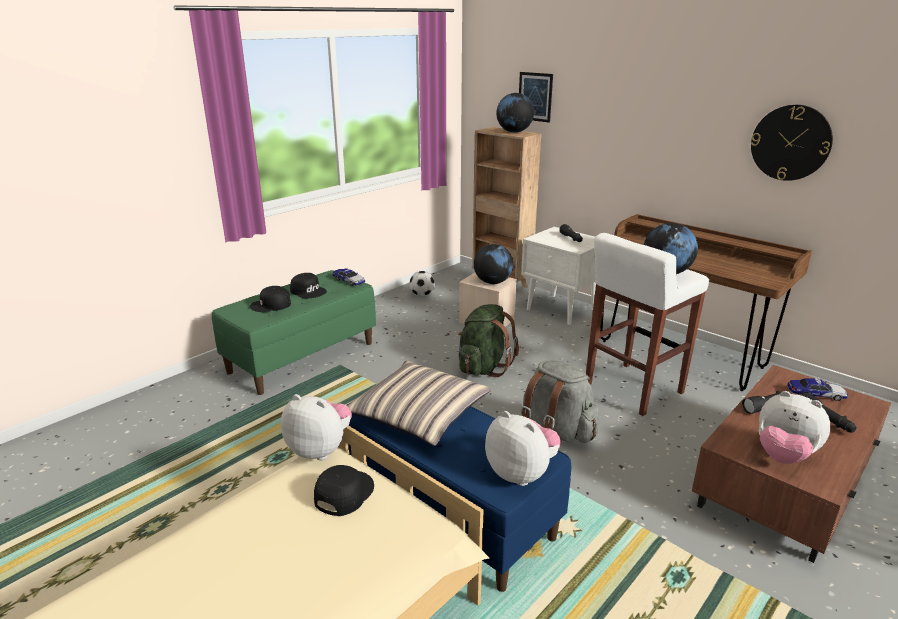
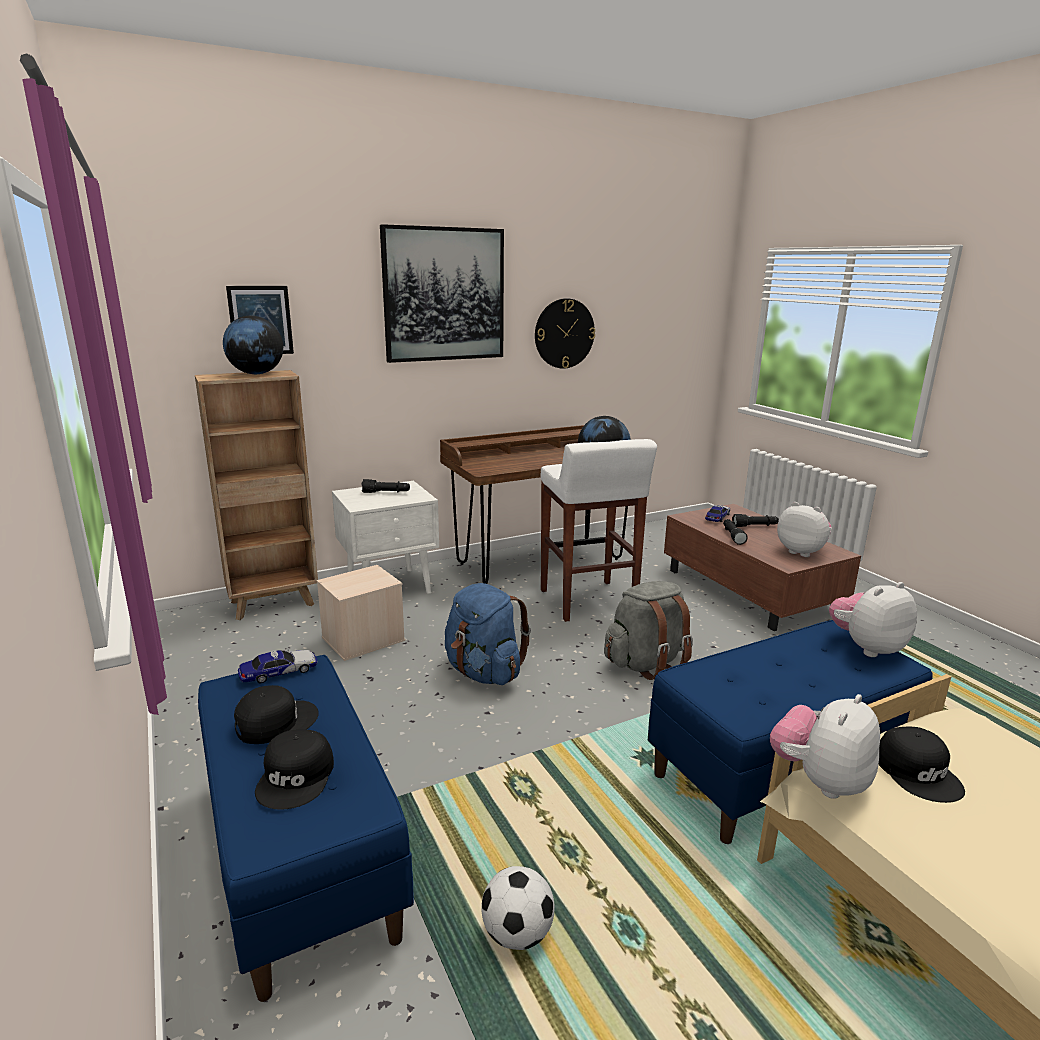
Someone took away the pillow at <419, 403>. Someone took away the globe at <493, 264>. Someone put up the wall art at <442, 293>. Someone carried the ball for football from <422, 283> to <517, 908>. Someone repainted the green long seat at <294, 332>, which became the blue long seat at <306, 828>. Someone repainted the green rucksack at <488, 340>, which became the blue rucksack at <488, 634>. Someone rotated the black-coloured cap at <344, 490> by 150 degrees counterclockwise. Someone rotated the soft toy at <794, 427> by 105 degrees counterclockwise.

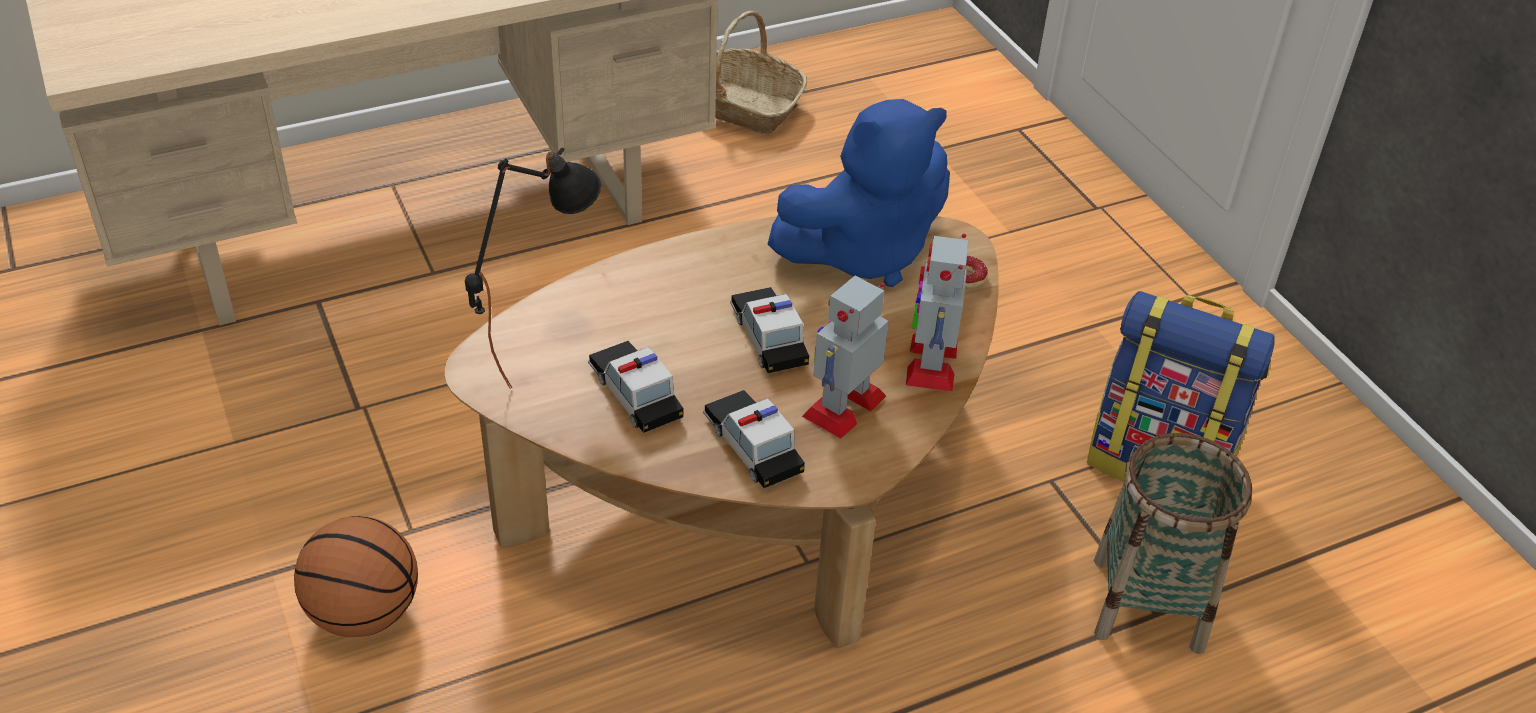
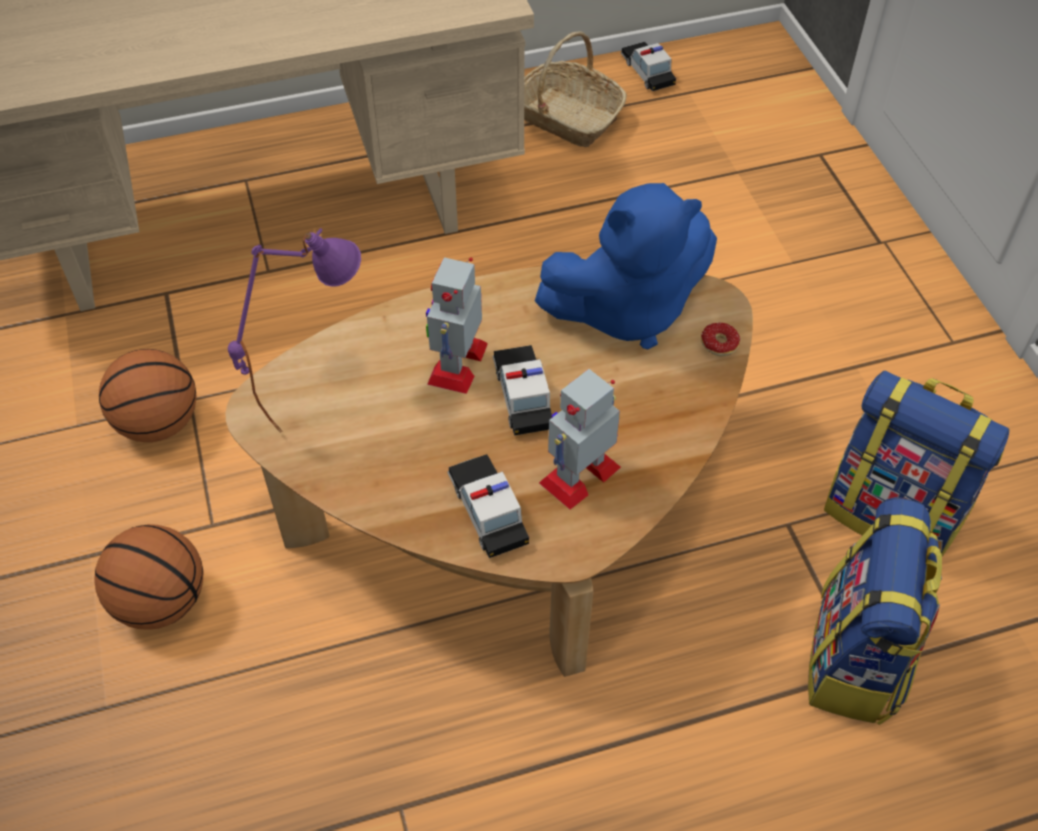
Someone put down the basketball at <148, 395>. Someone carried the miniature car from <635, 387> to <648, 66>. Someone carried the model robot from <937, 313> to <457, 325>. Someone swapped the household basket at <1173, 543> for the rucksack at <875, 611>. Someone repainted the black-coloured table lamp at <533, 268>, which became the purple-coloured table lamp at <294, 330>.

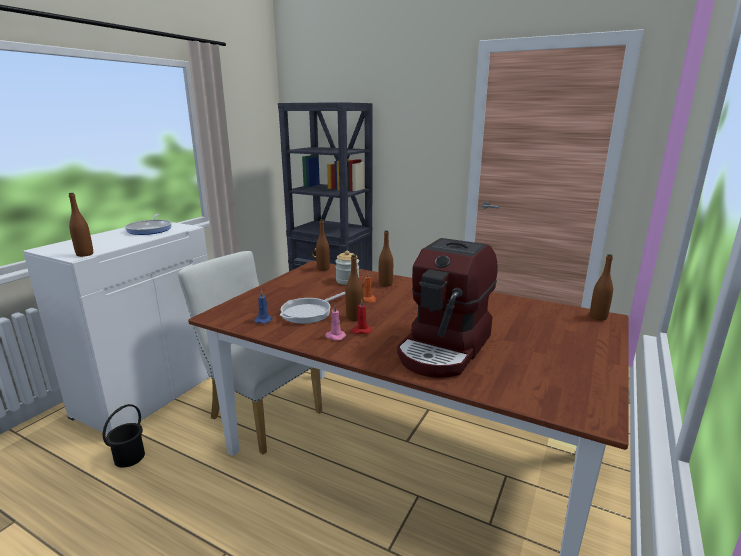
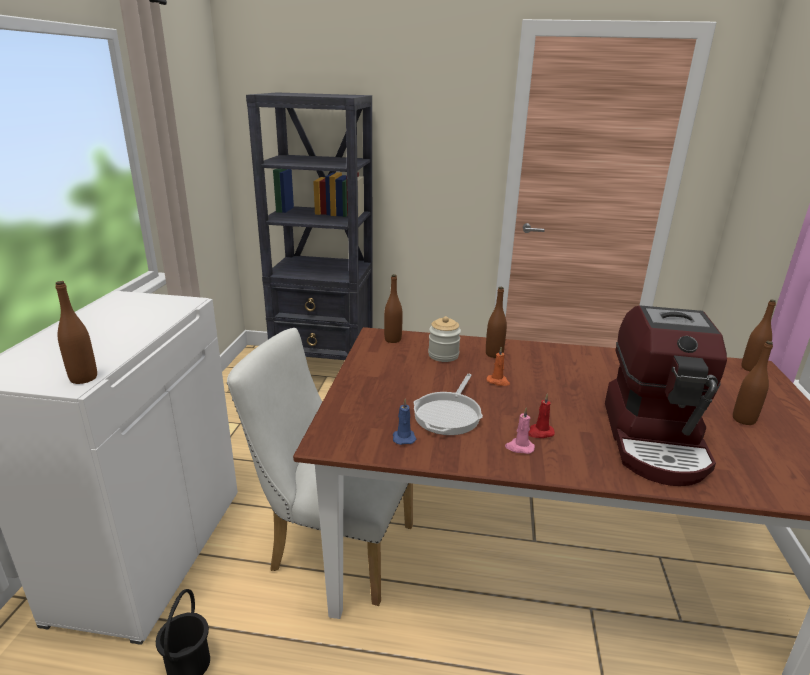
Someone took away the pan at <148, 224>. Someone carried the brown-coloured bottle from <354, 288> to <753, 383>.

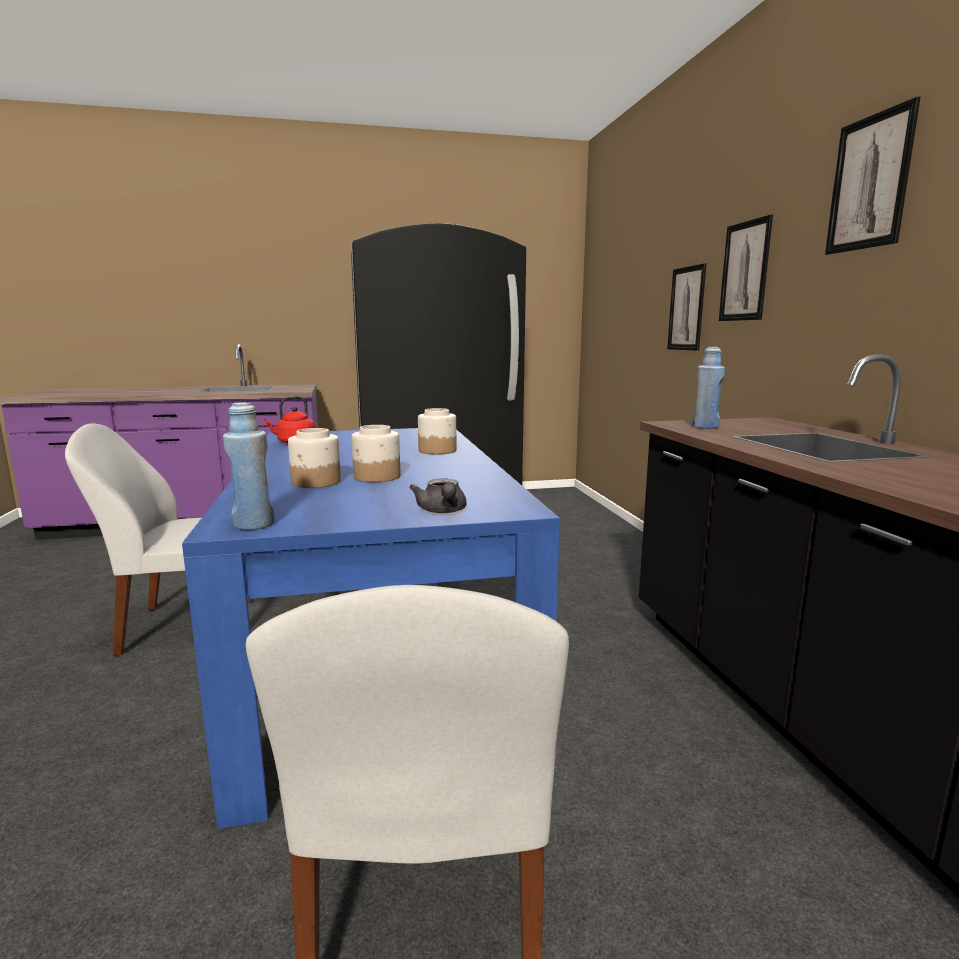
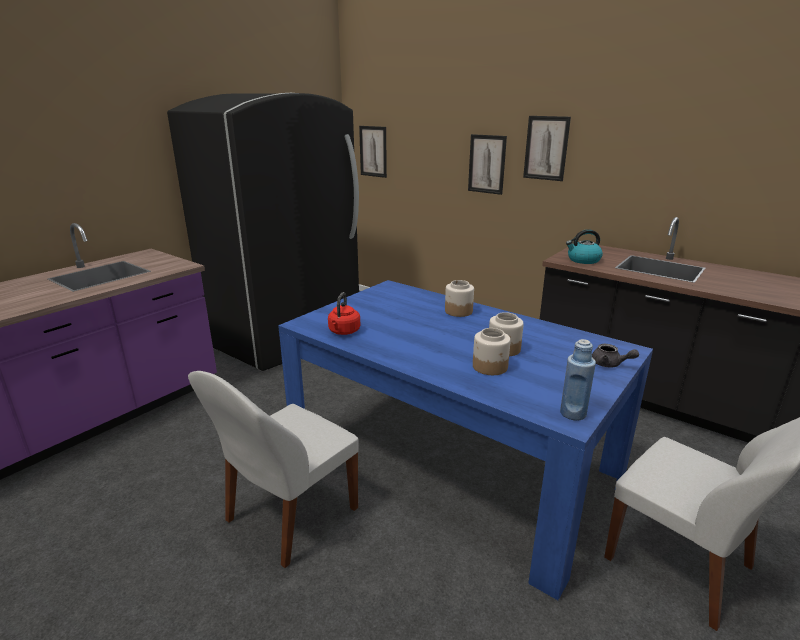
Someone carried the wall art from <872, 175> to <373, 152>. Someone swapped the blue bottle at <708, 388> for the tea kettle at <584, 246>.

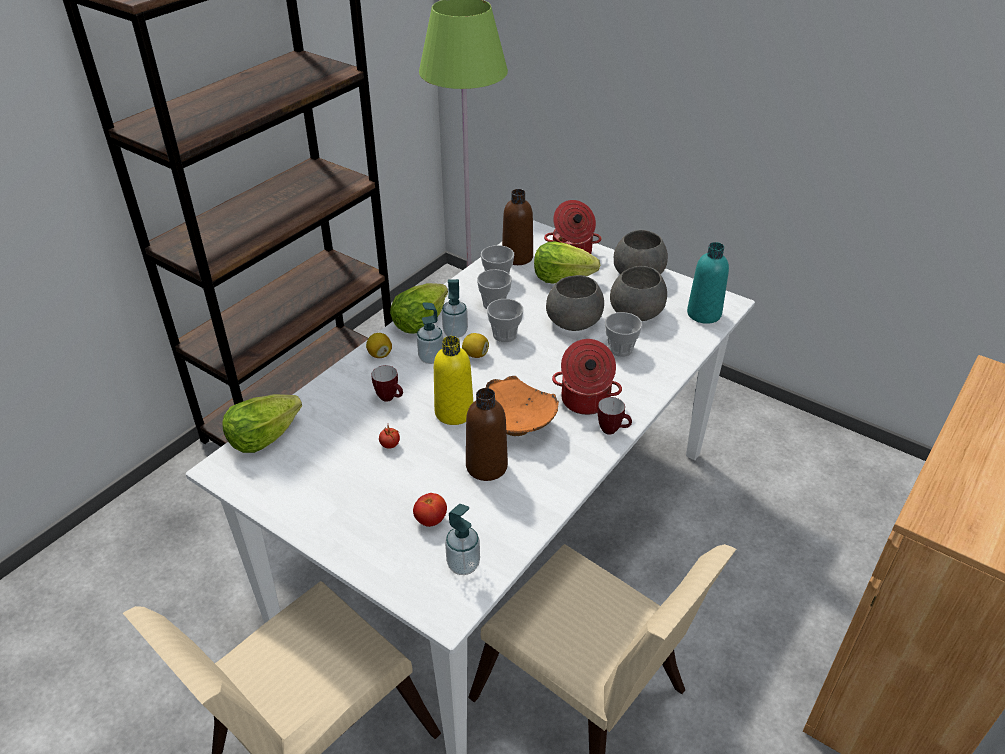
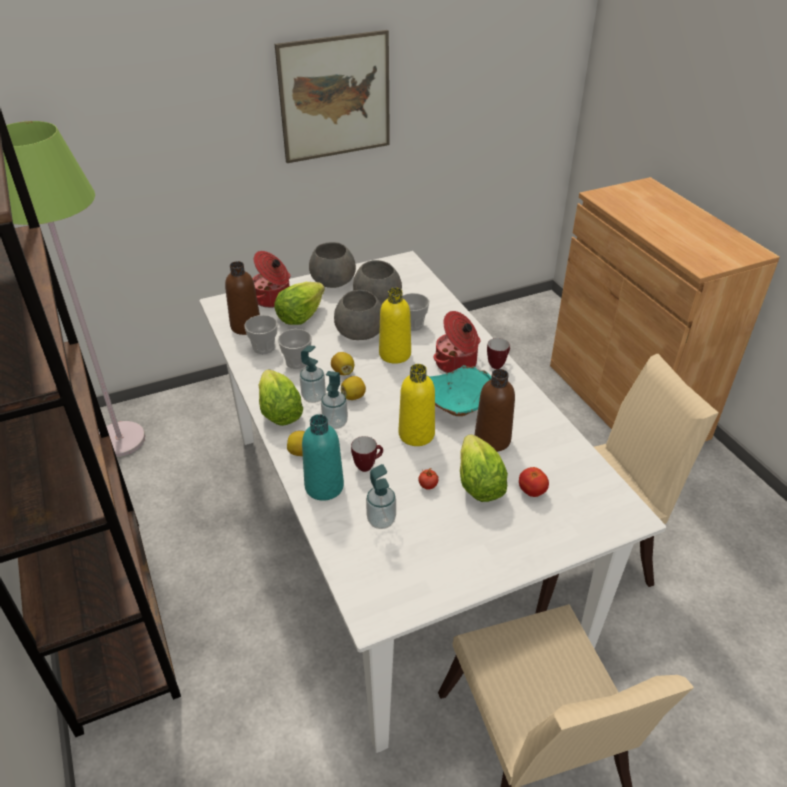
Someone put up the wall art at <332, 96>. Someone put down the yellowish bottle at <395, 326>. Someone carried the head of lettuce from <262, 423> to <484, 468>. Someone carried the liquid soap bottle from <462, 539> to <381, 496>. Someone carried the turquoise bottle from <708, 283> to <323, 457>. Someone swapped the small cup at <505, 320> for the lemon at <342, 363>. Someone repainted the orangey serving bowl at <522, 406>, which became the turquoise serving bowl at <460, 390>.

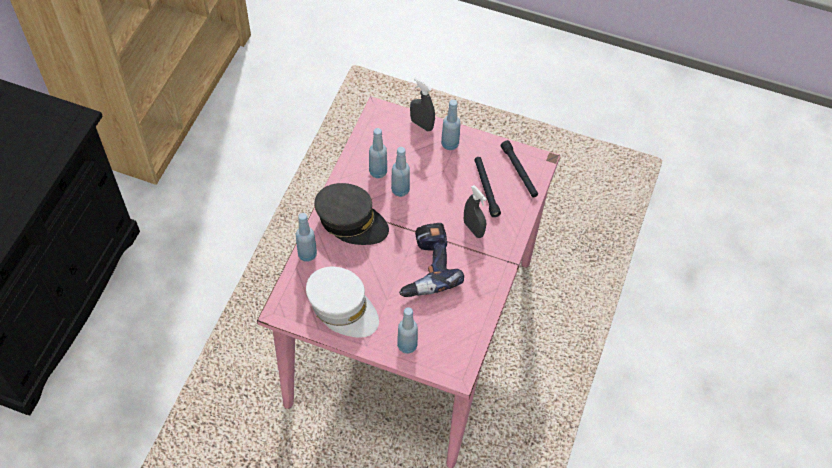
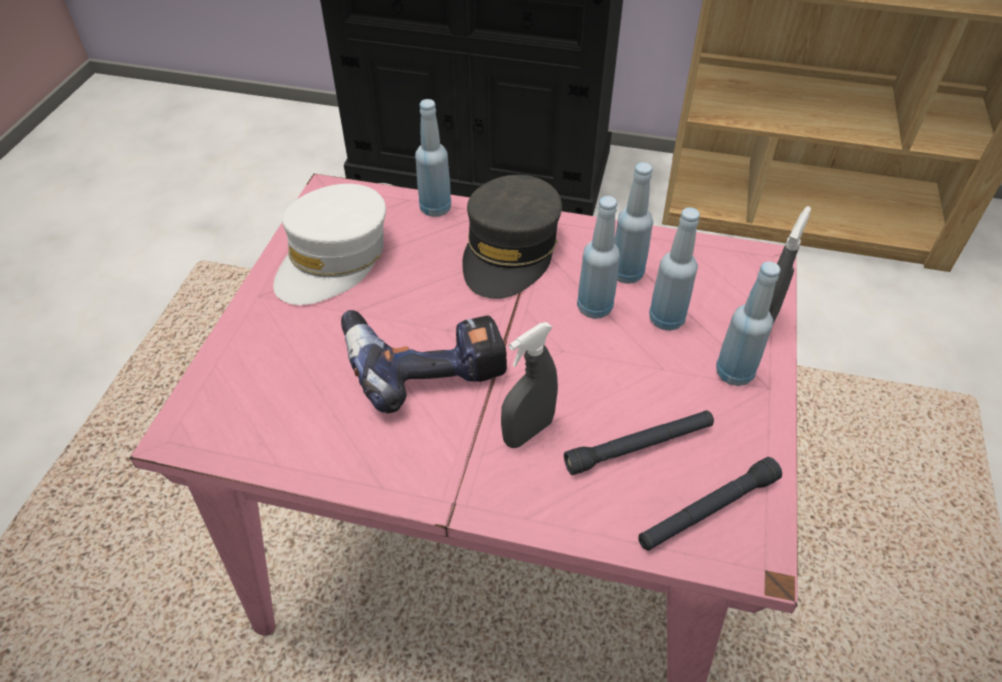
Someone carried the blue bottle from <407, 330> to <674, 269>.

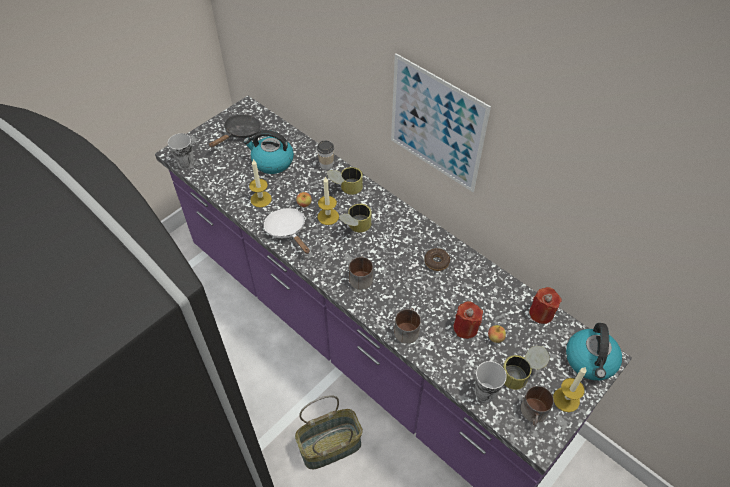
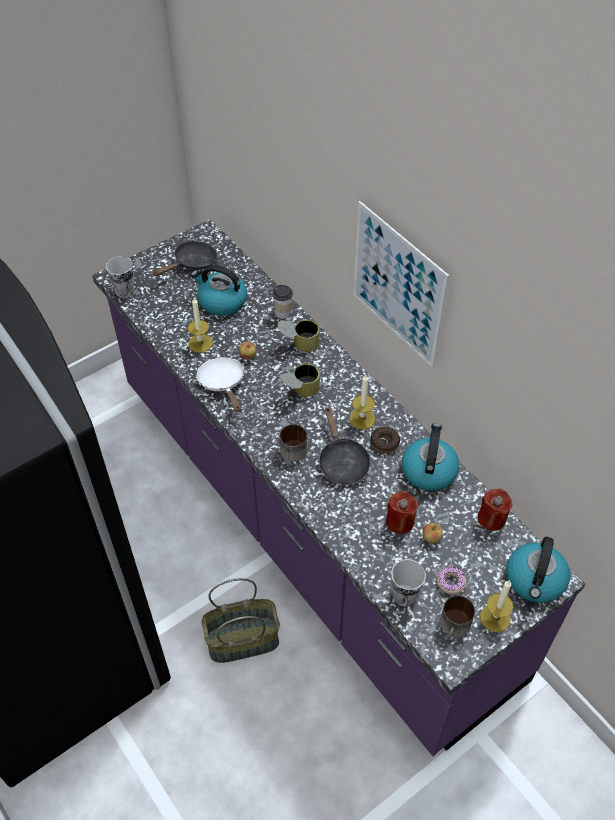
Someone took away the mug at <407, 326>. Someone put down the black-coloured pan at <344, 445>. Someone put down the tea kettle at <430, 457>. Someone carried the wax light from <328, 200> to <362, 402>. Someone swapped the can at <526, 368> for the ring doughnut at <452, 580>.

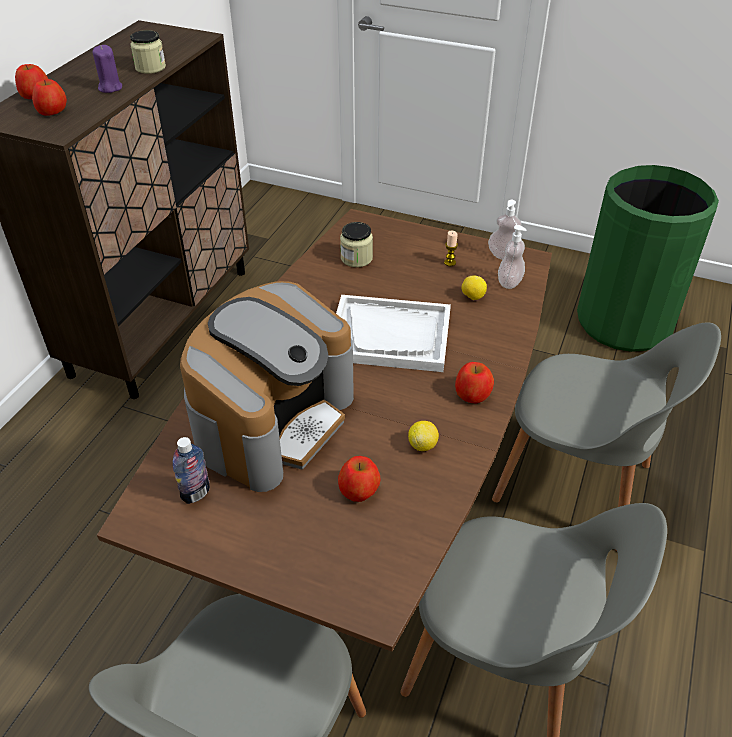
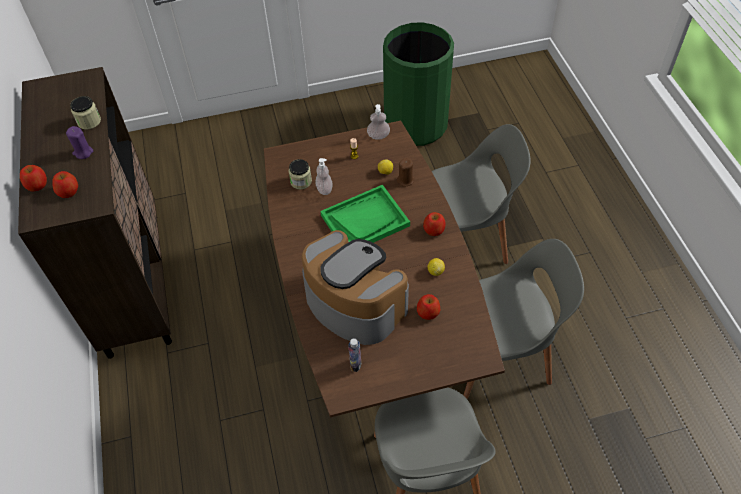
Someone put down the brown-coloured wax light at <405, 172>. Someone carried the liquid soap bottle from <512, 257> to <324, 176>. Someone repainted the whitish tray at <393, 333>, which became the green tray at <365, 214>. Someone rotated the coffee maker at <267, 386> by 45 degrees counterclockwise.

